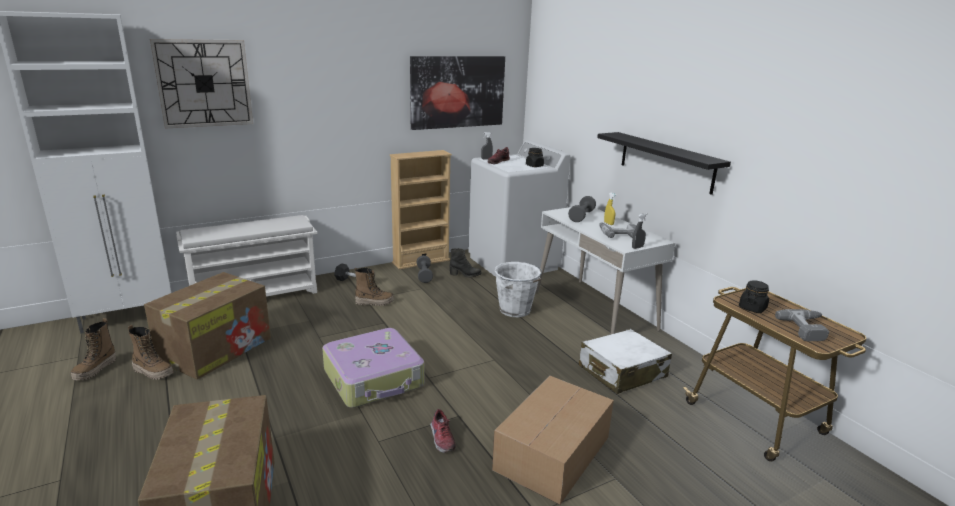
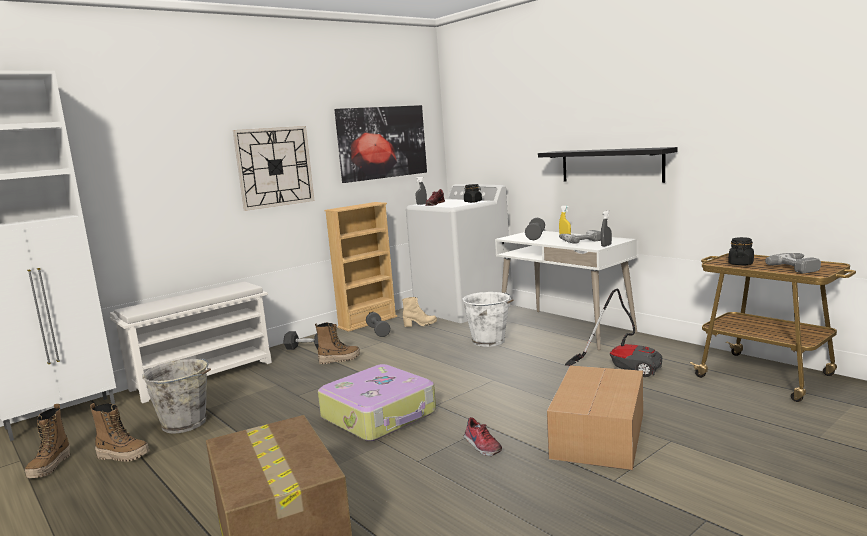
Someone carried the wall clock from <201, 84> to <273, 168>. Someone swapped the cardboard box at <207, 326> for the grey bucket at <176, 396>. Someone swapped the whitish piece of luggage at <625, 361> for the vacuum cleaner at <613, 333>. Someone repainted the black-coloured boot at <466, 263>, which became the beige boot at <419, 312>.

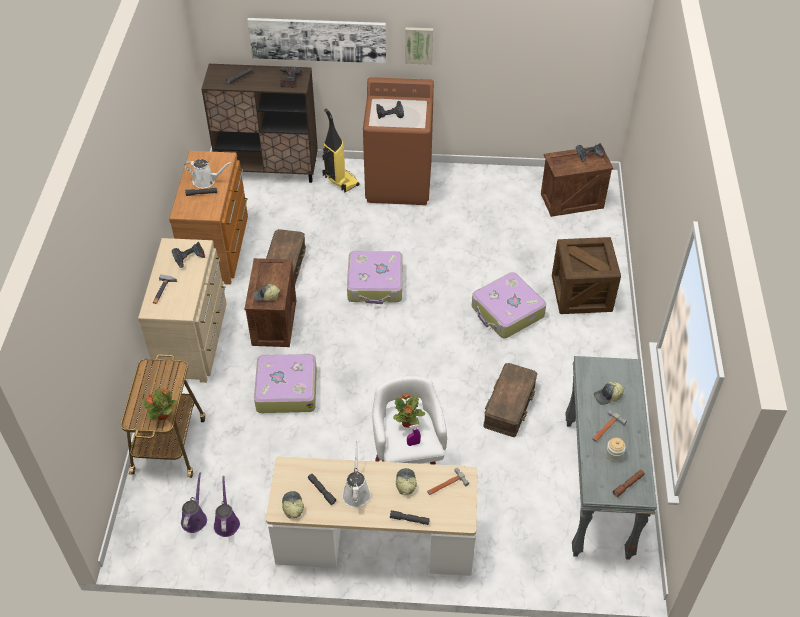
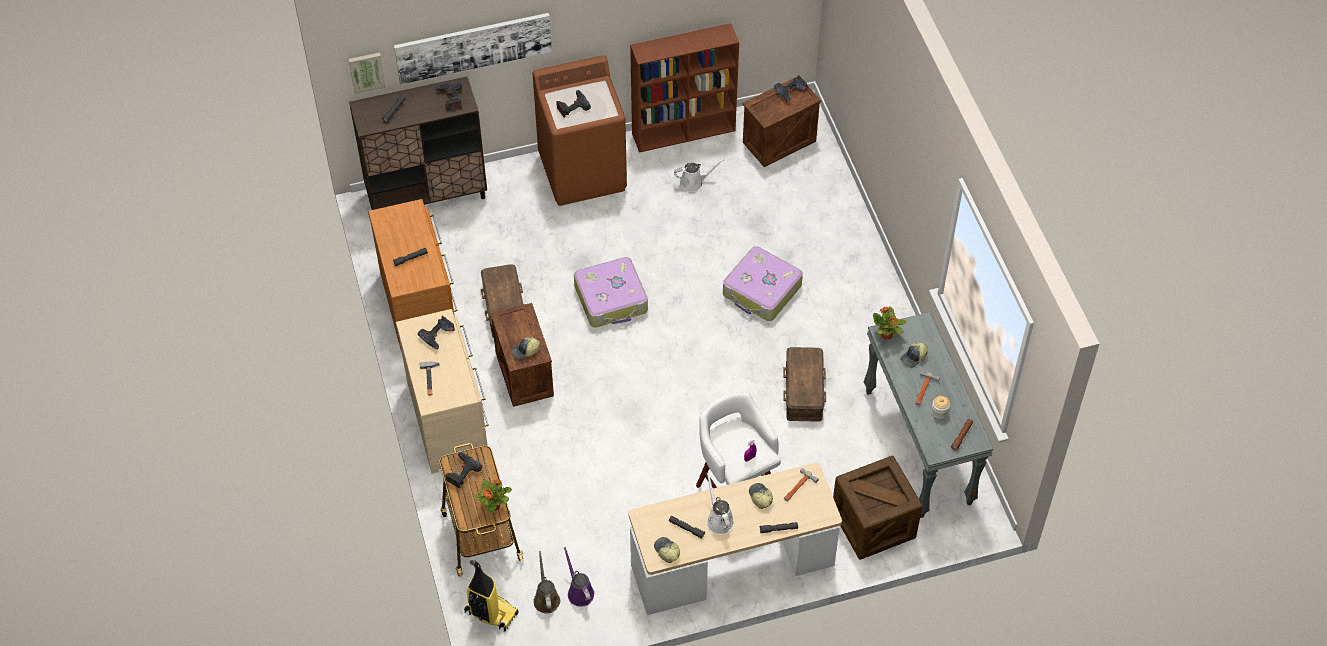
Someone took away the piece of luggage at <285, 383>. Someone put down the electric drill at <464, 470>. Someone put down the brown-coloured bookshelf at <684, 88>. Someone carried the whitish sprinkling can from <208, 173> to <699, 175>. Someone carried the vacuum cleaner from <341, 150> to <491, 596>. Someone carried the potted plant from <409, 410> to <889, 323>. Someone carried the wall art from <419, 46> to <367, 73>. Someone carried the packing crate from <586, 275> to <878, 508>. Someone repainted the purple-coloured sprinkling can at <194, 502>, which became the brown-coloured sprinkling can at <546, 582>.

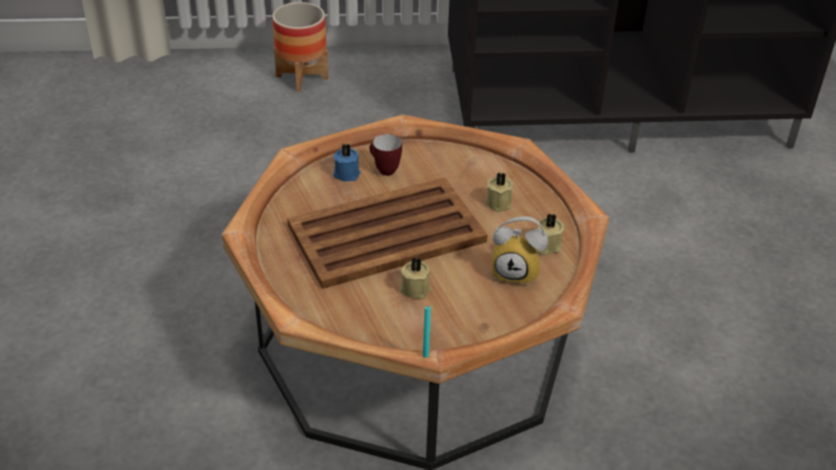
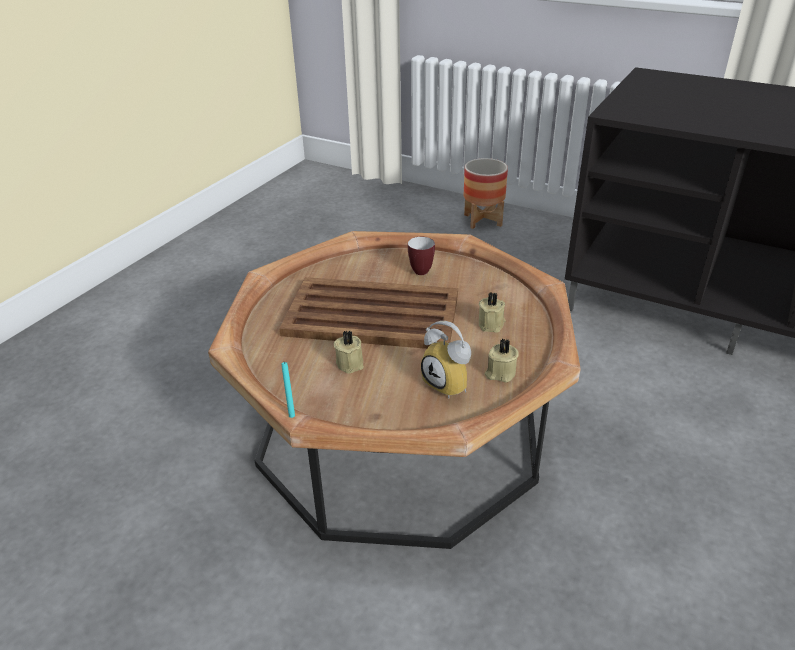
Someone took away the blue wax light at <346, 162>.

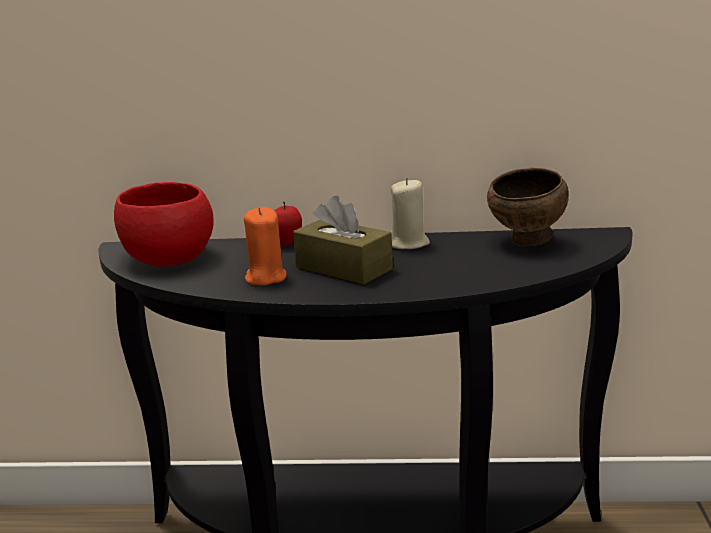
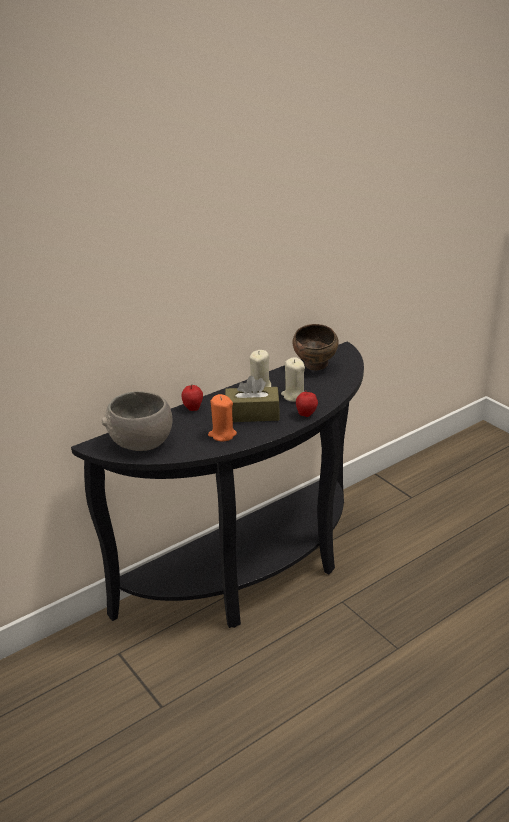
Someone put down the beige wax light at <293, 379>. Someone put down the apple fruit at <307, 403>. Someone repainted the reddish serving bowl at <164, 224>, which became the grey serving bowl at <137, 421>.

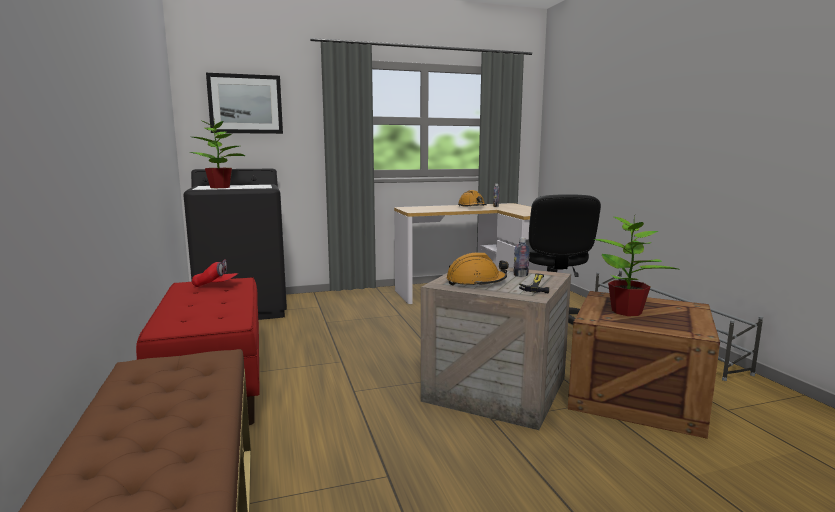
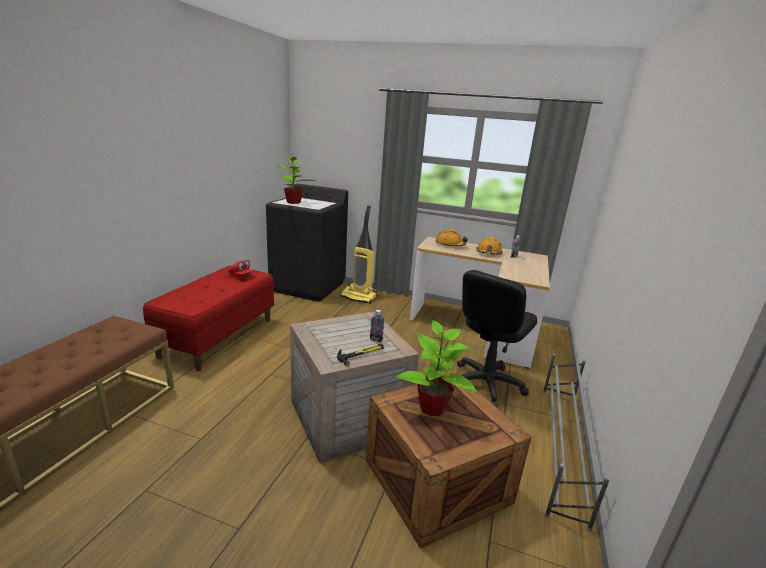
Someone took away the wall art at <244, 103>. Someone put down the vacuum cleaner at <358, 254>. Someone carried the orangey safety helmet from <477, 270> to <452, 237>.

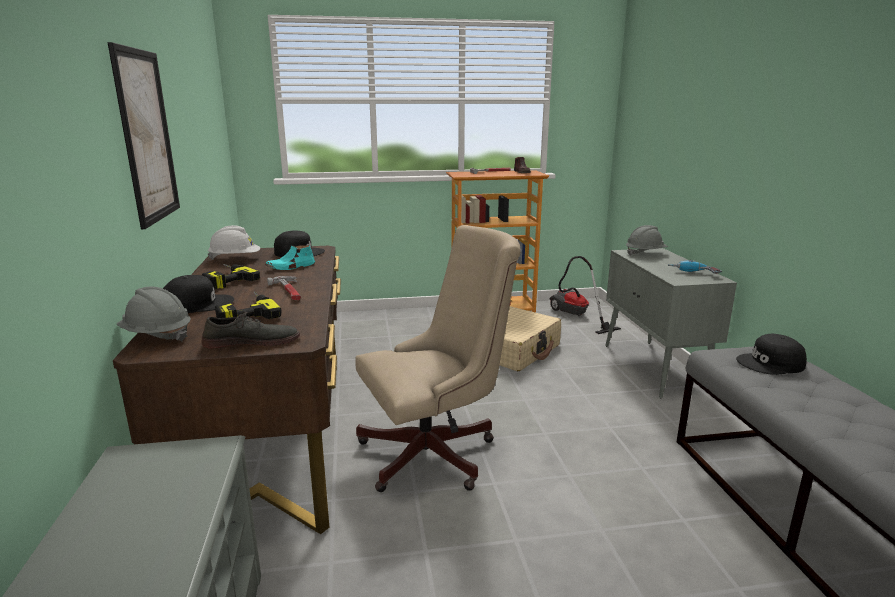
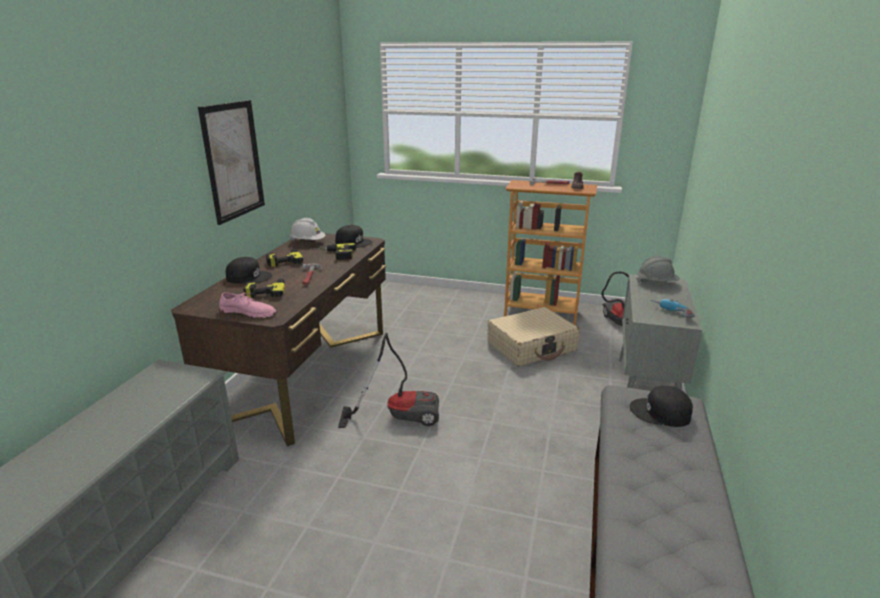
Someone took away the grey safety helmet at <153, 314>. Someone swapped the turquoise item of footwear at <290, 257> for the electric drill at <333, 251>. Someone swapped the beige office chair at <438, 358> for the vacuum cleaner at <388, 380>. Someone repainted the grey item of footwear at <250, 330>, which became the pink-coloured item of footwear at <247, 305>.

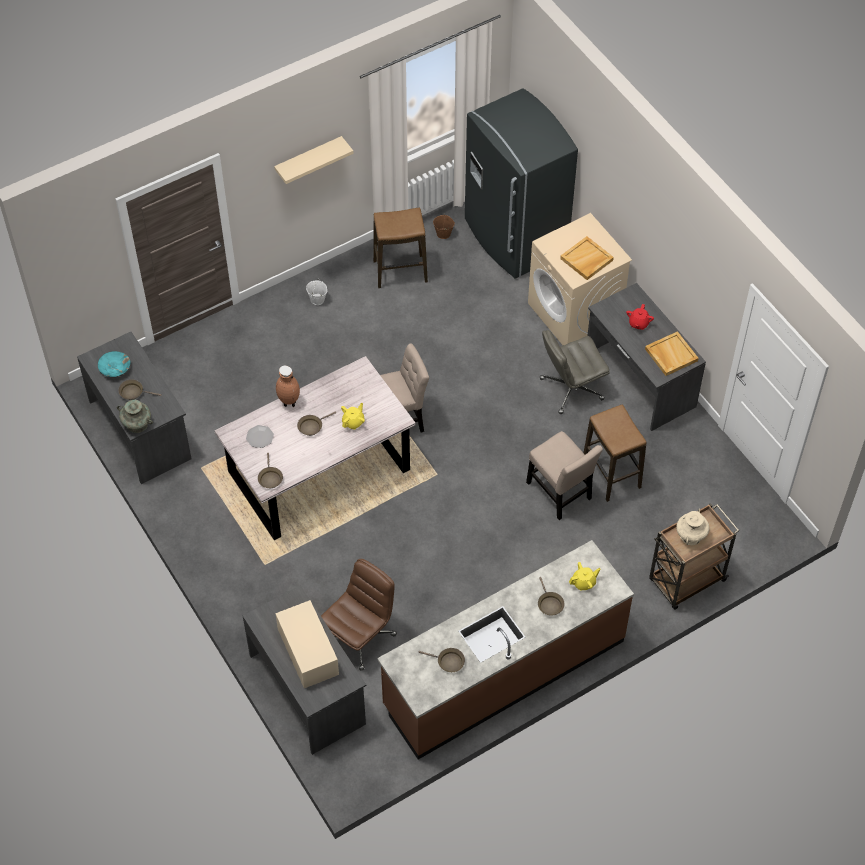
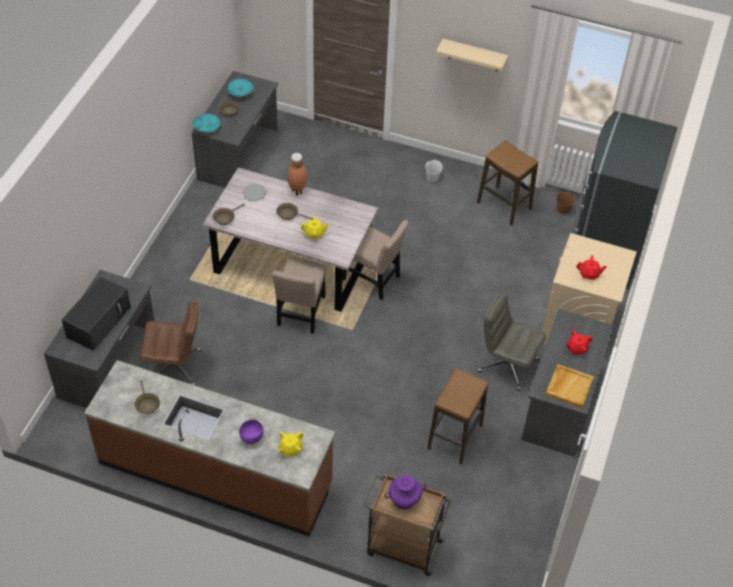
Someone carried the beige chair from <564, 475> to <299, 295>. Someone swapped the turquoise decorative vase at <135, 416> for the turquoise serving bowl at <206, 123>. Someone swapped the brown-coloured pan at <551, 596> for the purple-coloured serving bowl at <251, 431>. Someone swapped the beige tray at <587, 258> for the reddish pot for tea at <591, 267>. Someone repainted the beige kitchen microwave at <307, 644>, which became the black-coloured kitchen microwave at <96, 313>. Someone repainted the beige decorative vase at <693, 527>, which became the purple-coloured decorative vase at <405, 492>. Someone rotated the yellowish pot for tea at <585, 576> by 105 degrees clockwise.

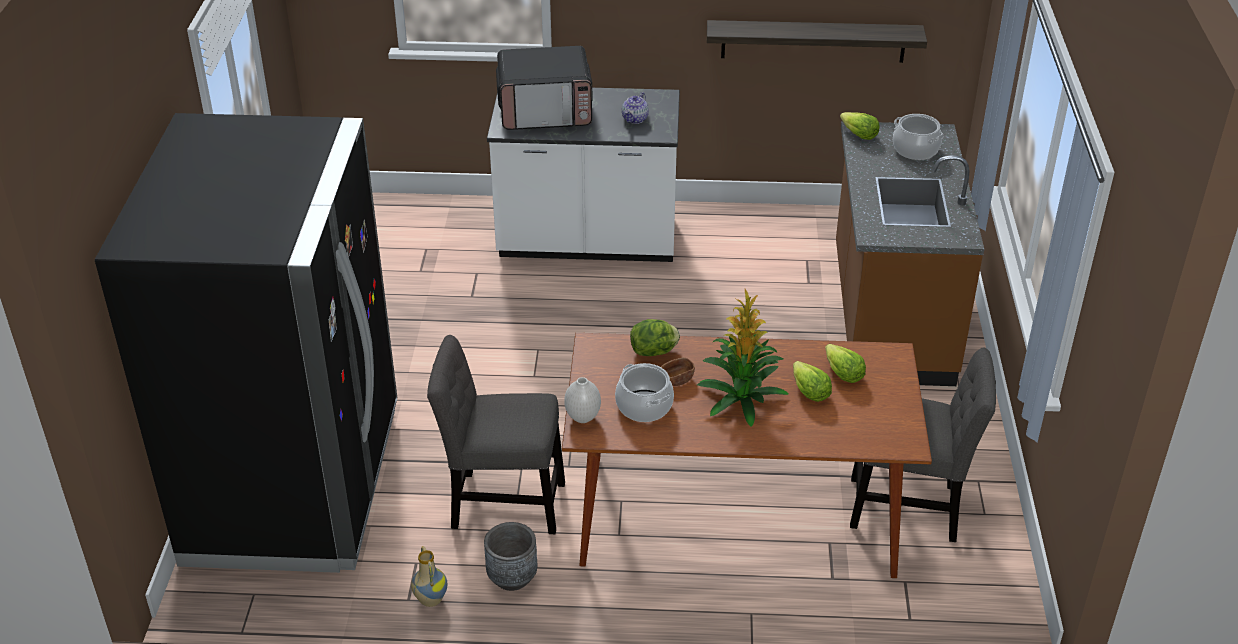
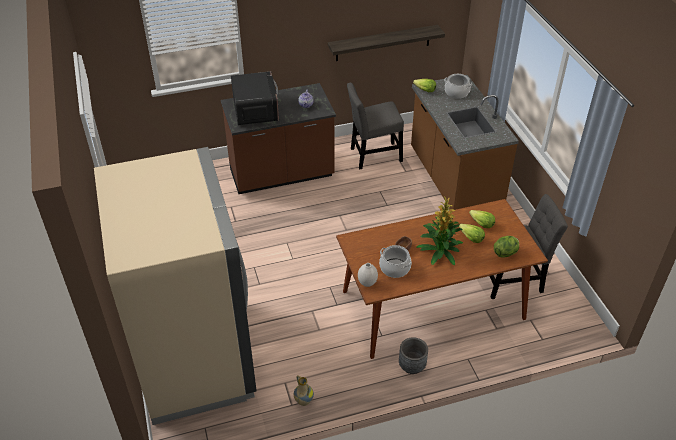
Someone carried the grey chair from <496, 434> to <375, 125>. Someone carried the grey plant pot from <510, 556> to <413, 355>. Someone carried the head of lettuce from <655, 337> to <506, 247>. Someone repainted the black-coloured kitchen fridge at <246, 343>, which became the beige kitchen fridge at <175, 286>. Someone repainted the whitish counter at <583, 175>, which became the brown-coloured counter at <278, 138>. Someone rotated the kitchen microwave at <544, 88> by 75 degrees counterclockwise.

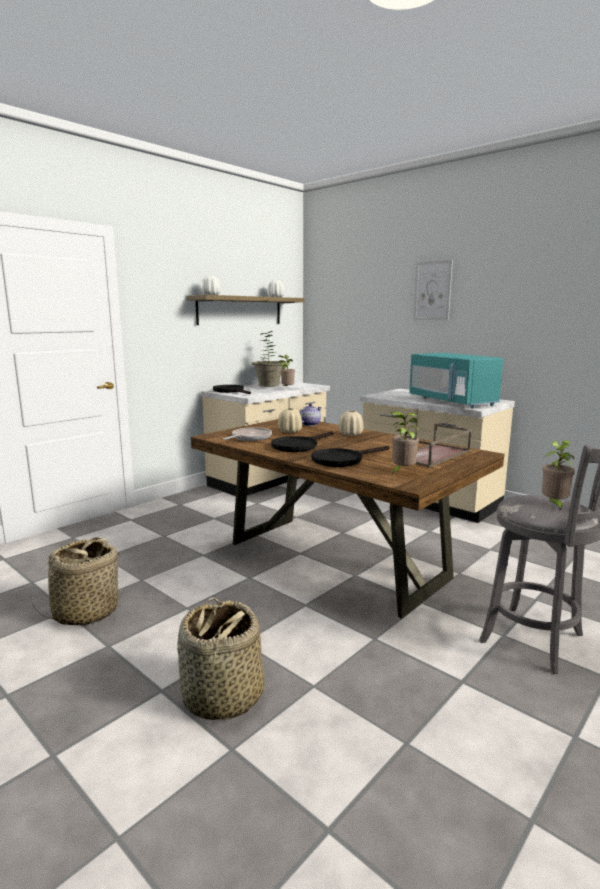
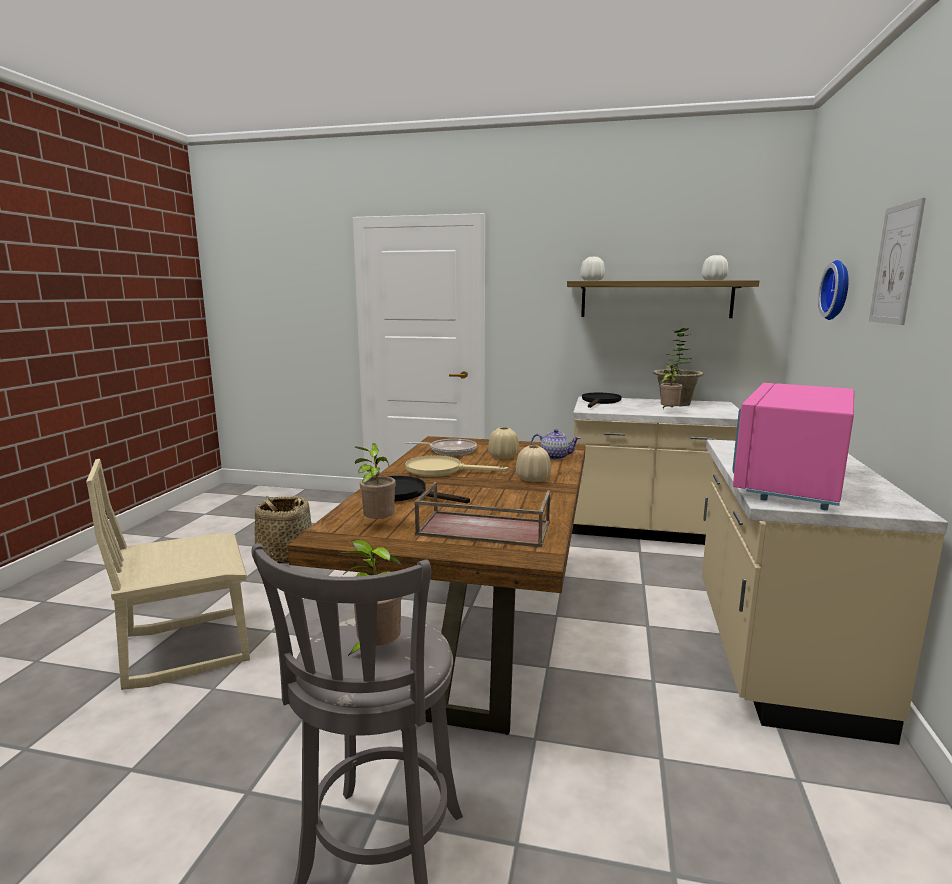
Someone put up the wall clock at <833, 290>. Someone swapped the household basket at <220, 659> for the beige chair at <168, 574>. Someone repainted the black-coloured pan at <302, 441>, which became the beige pan at <457, 466>. Someone repainted the turquoise kitchen microwave at <456, 380>, which became the pink-coloured kitchen microwave at <793, 446>.

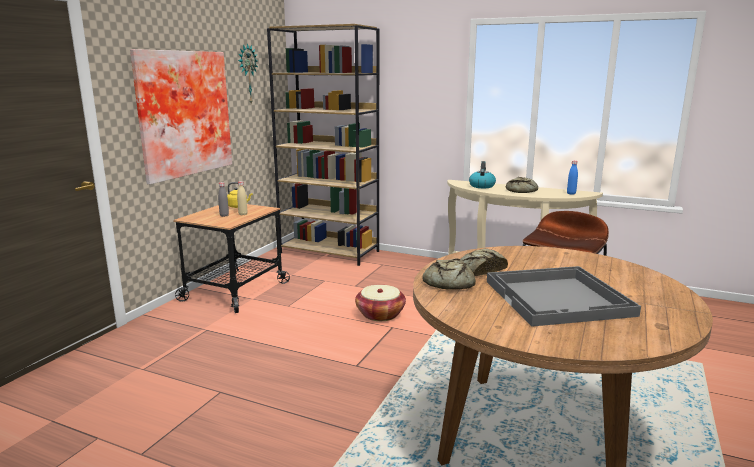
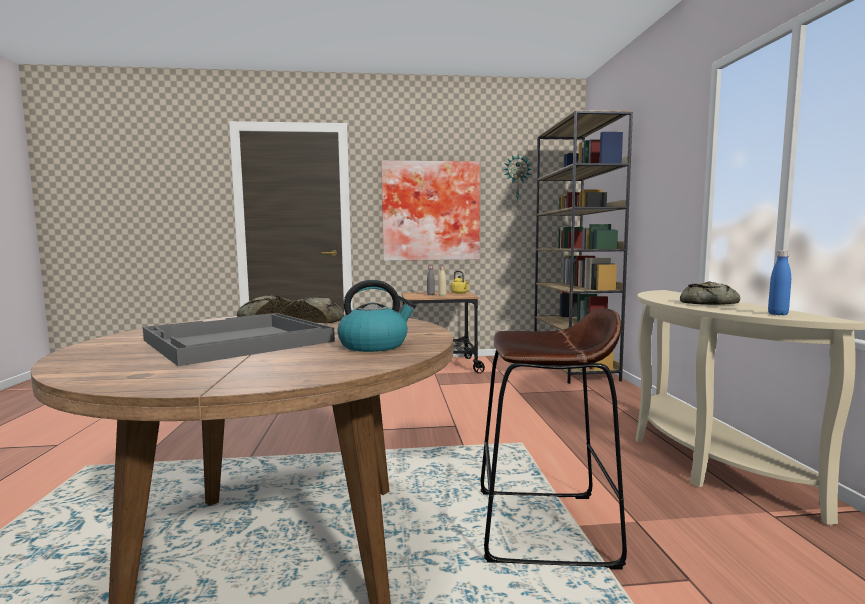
Someone took away the household basket at <380, 303>. Someone carried the tea kettle from <482, 174> to <376, 316>.

